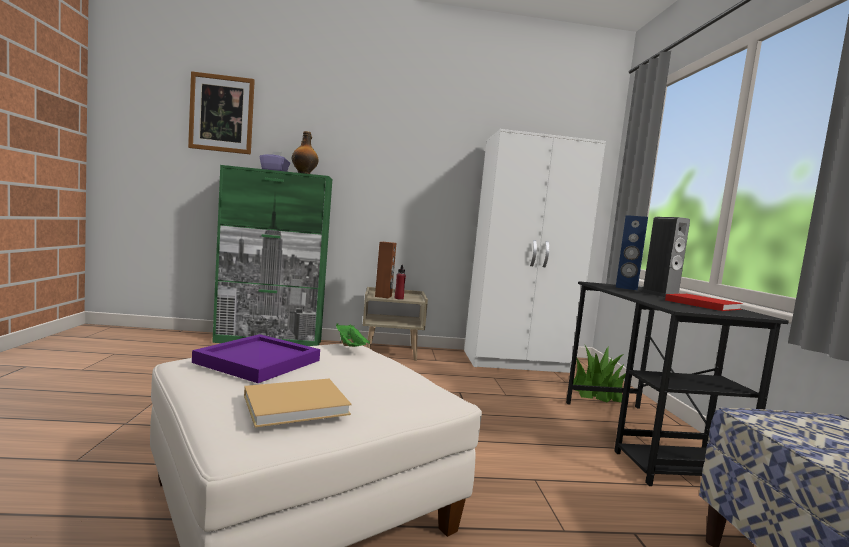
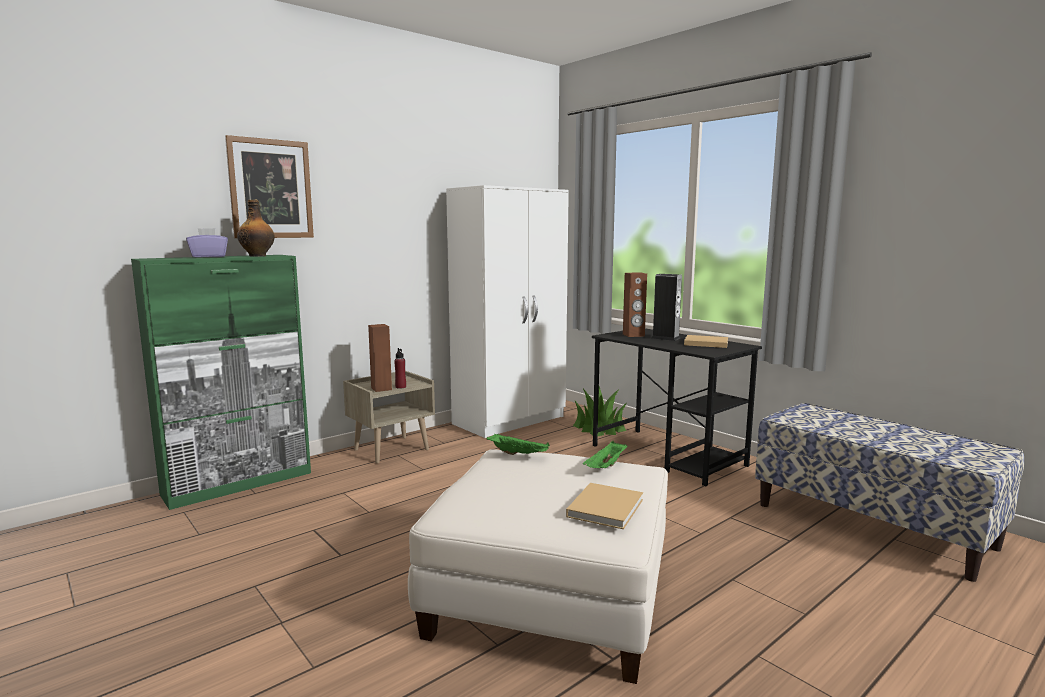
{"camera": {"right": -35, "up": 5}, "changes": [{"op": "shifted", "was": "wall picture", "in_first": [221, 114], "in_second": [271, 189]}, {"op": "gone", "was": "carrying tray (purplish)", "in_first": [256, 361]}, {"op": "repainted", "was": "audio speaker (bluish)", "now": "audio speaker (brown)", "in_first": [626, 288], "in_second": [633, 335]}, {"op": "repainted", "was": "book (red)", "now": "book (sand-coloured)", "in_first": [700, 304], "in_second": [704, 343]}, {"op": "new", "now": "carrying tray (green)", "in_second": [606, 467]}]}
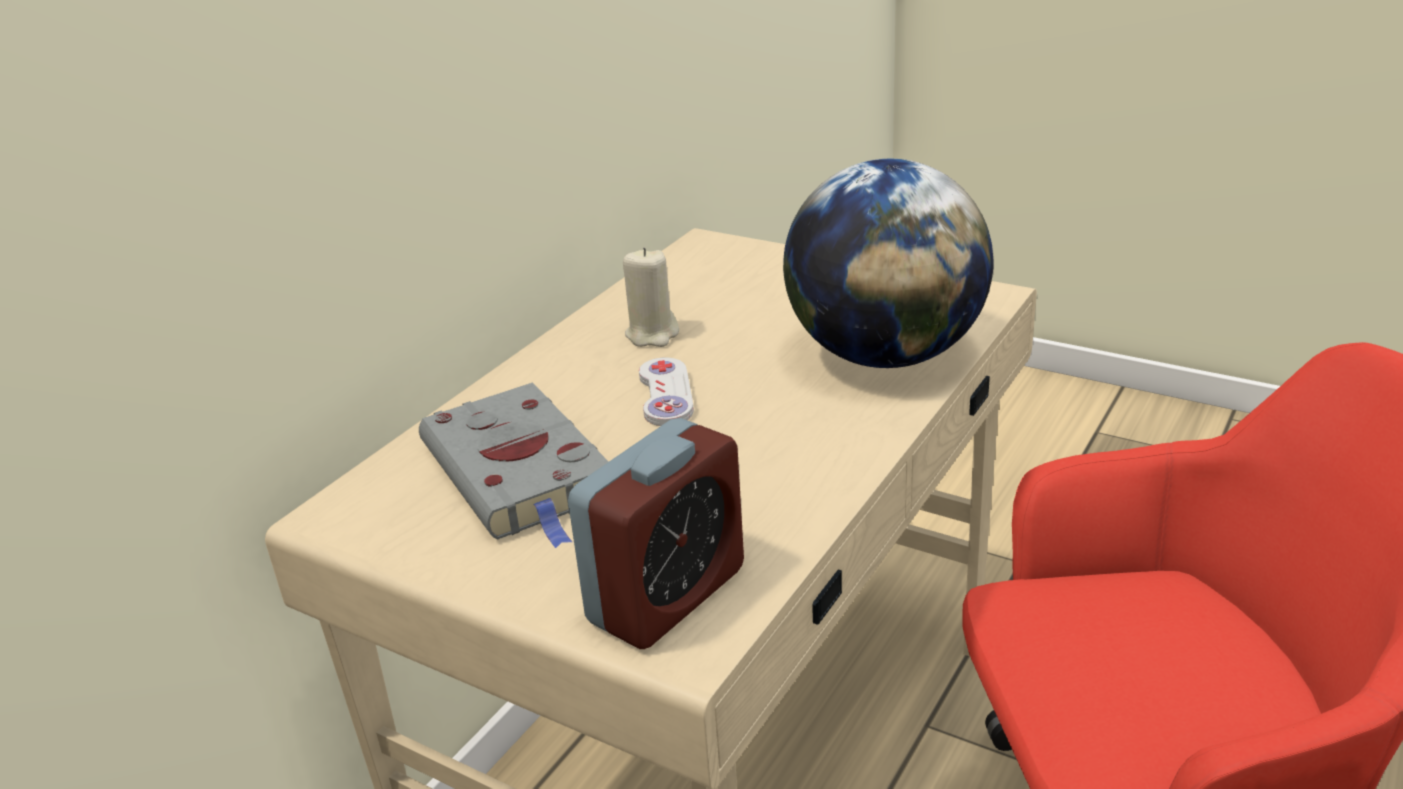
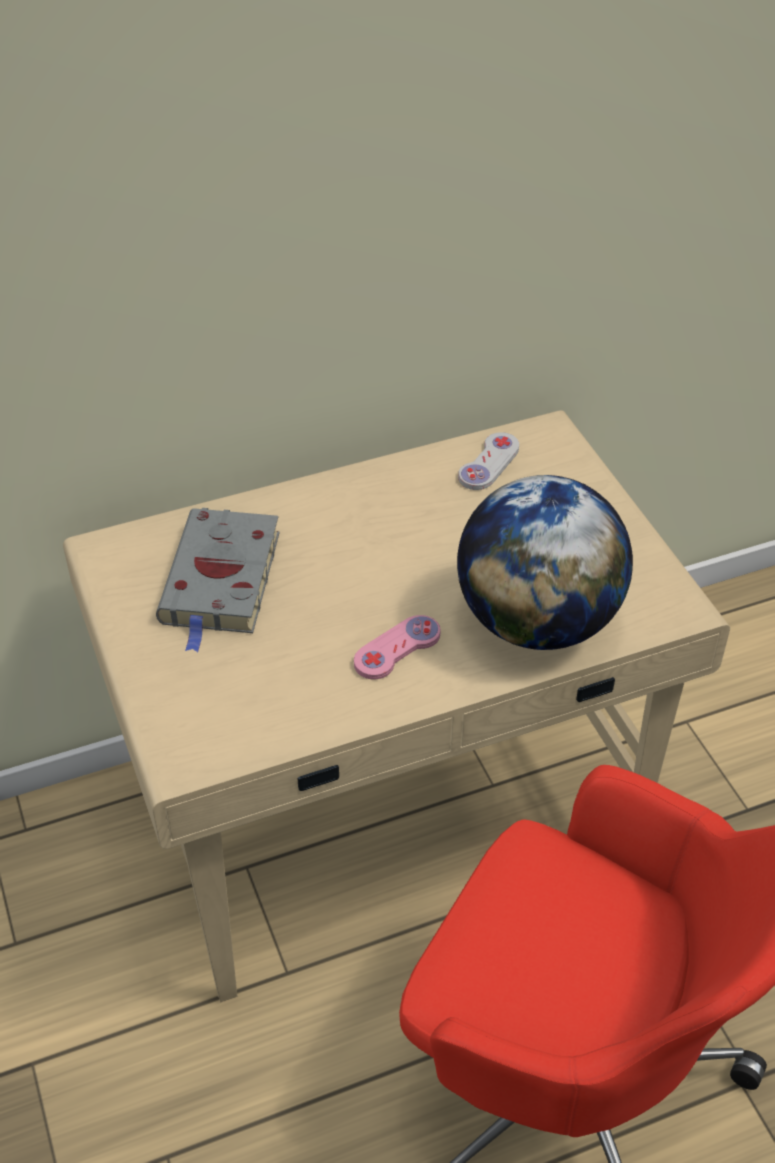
{"camera": {"right": 35, "up": 15}, "changes": [{"op": "gone", "was": "bedside clock", "in_first": [667, 595]}, {"op": "gone", "was": "candle (sand-coloured)", "in_first": [652, 334]}, {"op": "shifted", "was": "gamepad (whitish)", "in_first": [666, 394], "in_second": [489, 463]}, {"op": "new", "now": "gamepad (pink-coloured)", "in_second": [397, 649]}]}
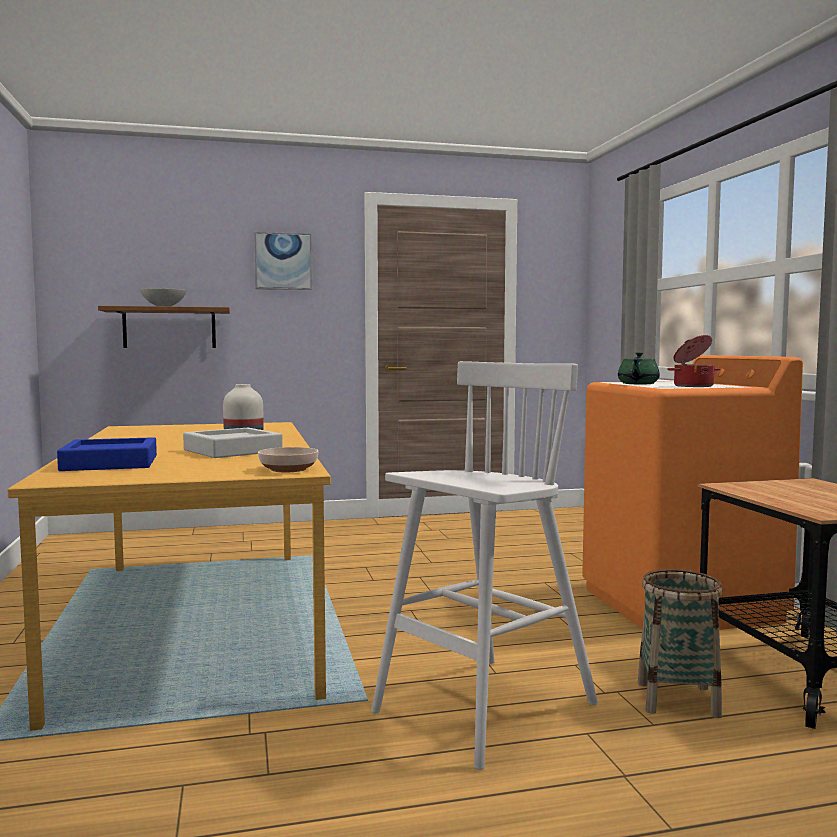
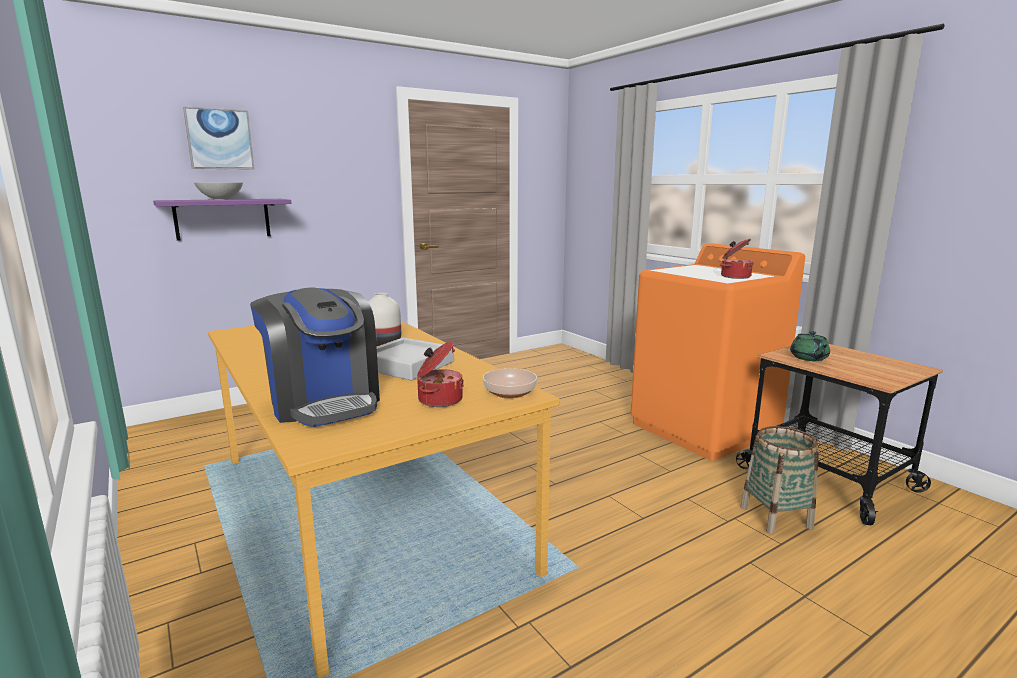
{"camera": {"right": -20, "up": 10}, "changes": [{"op": "swapped", "was": "carrying tray (bluish)", "now": "coffee machine", "in_first": [110, 463], "in_second": [324, 402]}, {"op": "repainted", "was": "wall shelf (brown)", "now": "wall shelf (purplish)", "in_first": [169, 328], "in_second": [222, 218]}, {"op": "shifted", "was": "wall picture", "in_first": [283, 261], "in_second": [219, 139]}, {"op": "gone", "was": "sitting stool (whitish)", "in_first": [482, 709]}, {"op": "shifted", "was": "teapot (green)", "in_first": [637, 384], "in_second": [809, 358]}, {"op": "new", "now": "saucepot", "in_second": [439, 399]}]}
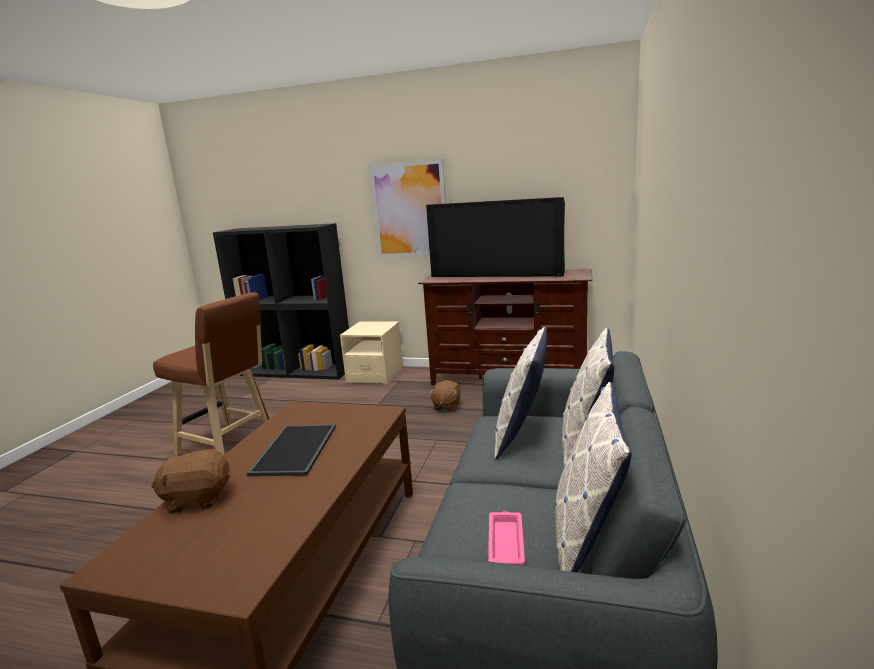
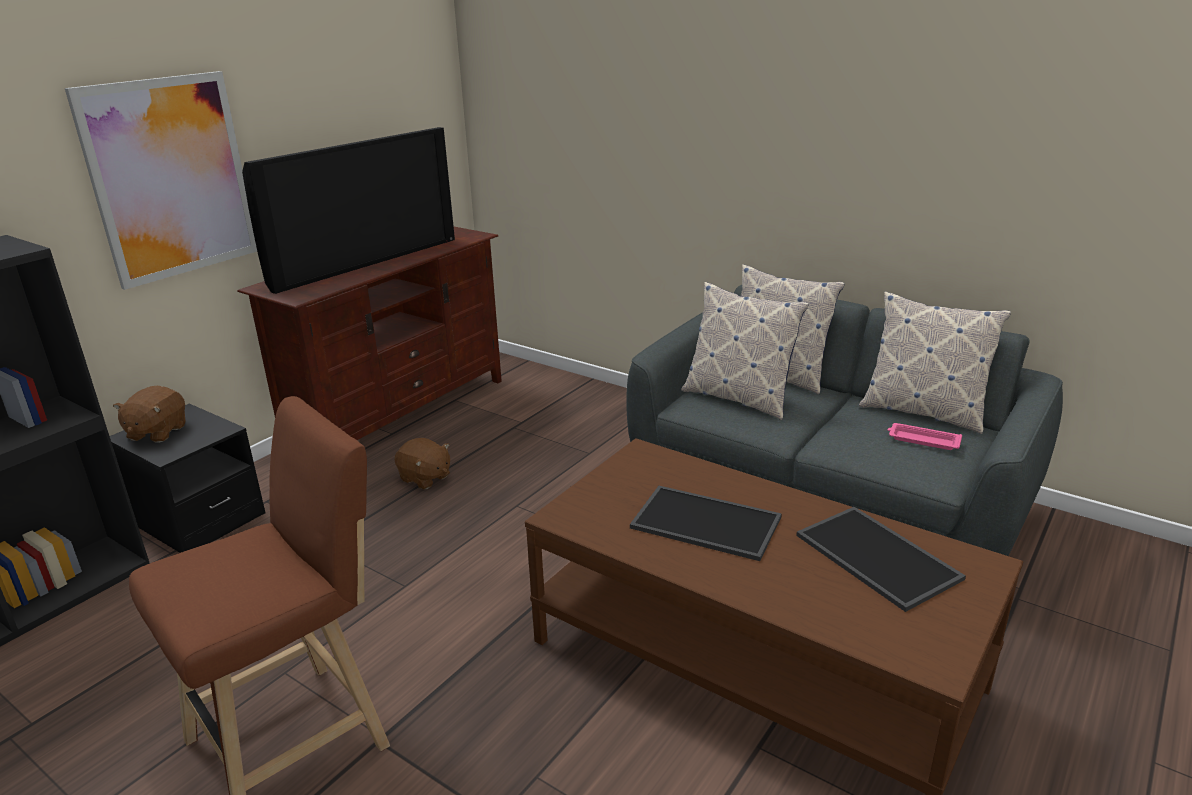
{"camera": {"right": -70, "up": 10}, "changes": [{"op": "shifted", "was": "cuddly toy (brown)", "in_first": [197, 498], "in_second": [157, 432]}, {"op": "repainted", "was": "nightstand (sand-coloured)", "now": "nightstand (black-coloured)", "in_first": [375, 375], "in_second": [199, 520]}, {"op": "new", "now": "carrying tray", "in_second": [880, 556]}]}
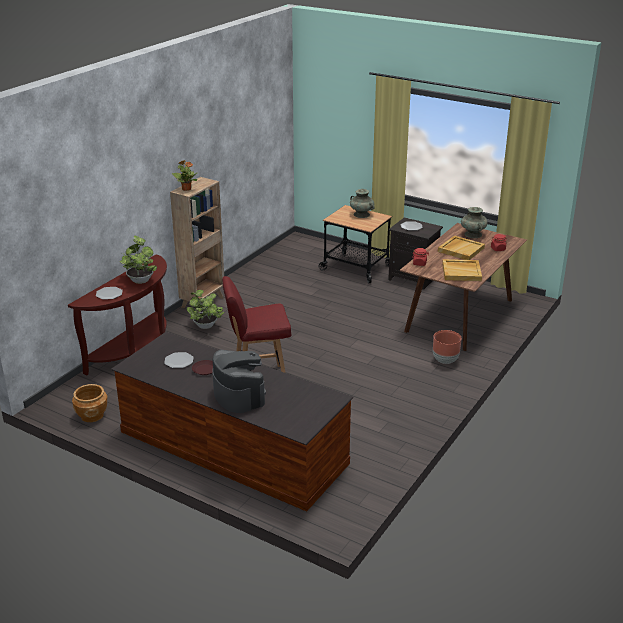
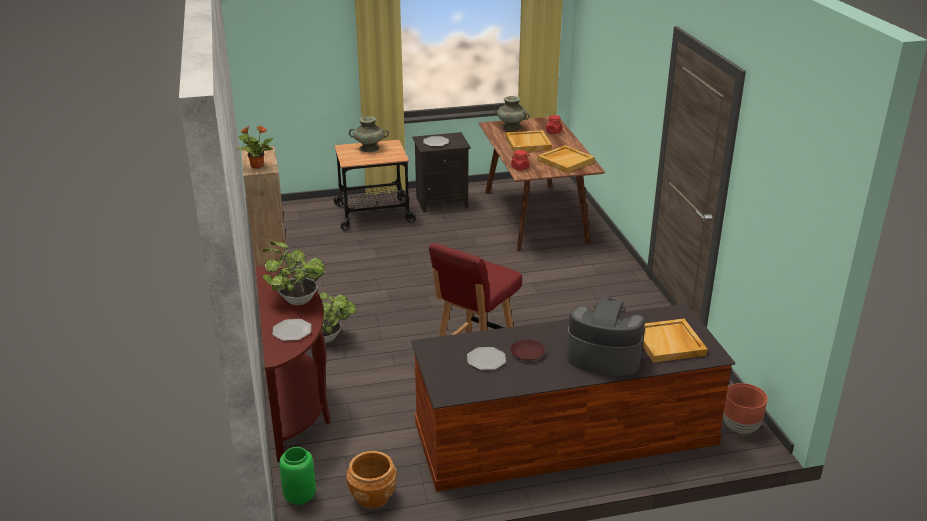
{"camera": {"right": -45, "up": 0}, "changes": [{"op": "shifted", "was": "flower pot (brown)", "in_first": [445, 360], "in_second": [740, 428]}, {"op": "new", "now": "vase (green)", "in_second": [299, 496]}, {"op": "new", "now": "carrying tray (sand-coloured)", "in_second": [669, 343]}]}
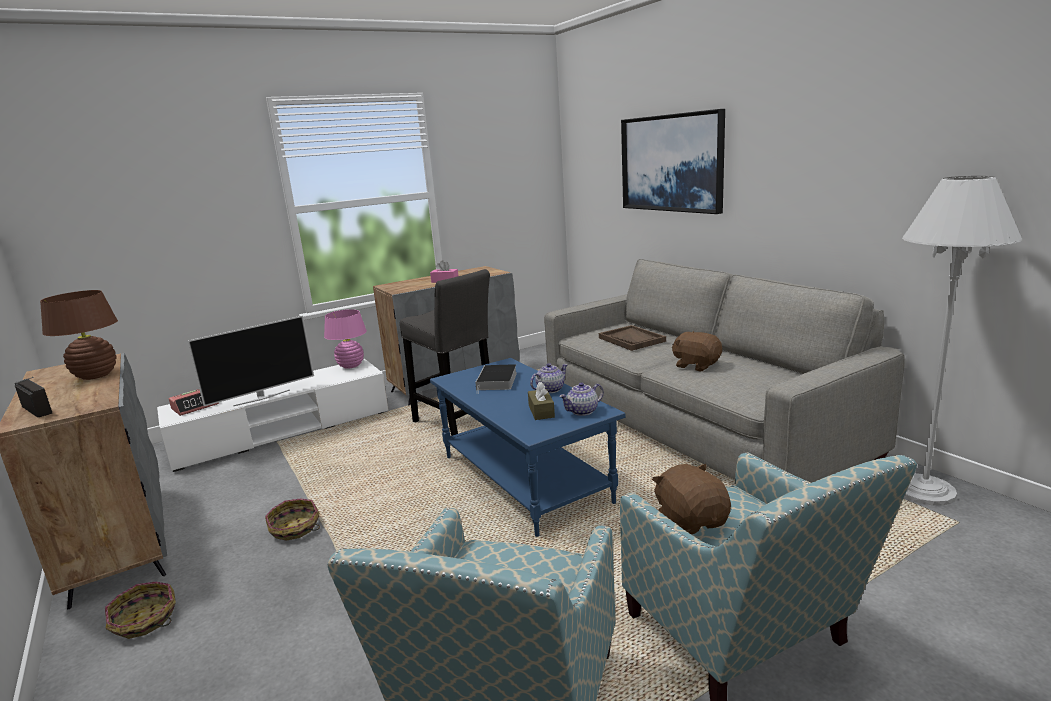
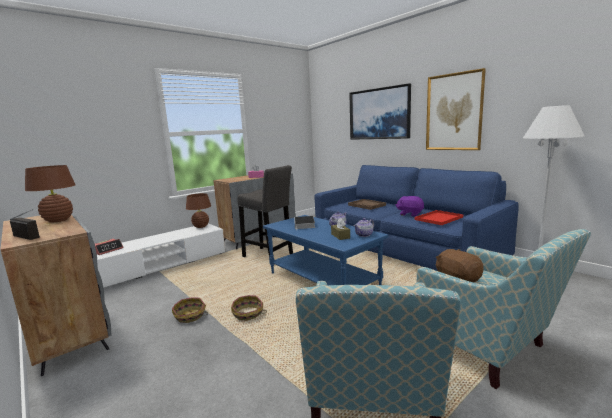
{"camera": {"right": -10, "up": -5}, "changes": [{"op": "shifted", "was": "household basket", "in_first": [145, 621], "in_second": [248, 314]}, {"op": "gone", "was": "TV set", "in_first": [262, 398]}, {"op": "repainted", "was": "lamp for a table (pink-coloured)", "now": "lamp for a table (brown)", "in_first": [351, 366], "in_second": [201, 226]}, {"op": "repainted", "was": "sofa (greyish)", "now": "sofa (bluish)", "in_first": [694, 420], "in_second": [403, 248]}, {"op": "repainted", "was": "cuddly toy (brown)", "now": "cuddly toy (purplish)", "in_first": [696, 365], "in_second": [410, 214]}, {"op": "new", "now": "carrying tray (red)", "in_second": [438, 218]}, {"op": "new", "now": "wall picture", "in_second": [454, 112]}]}
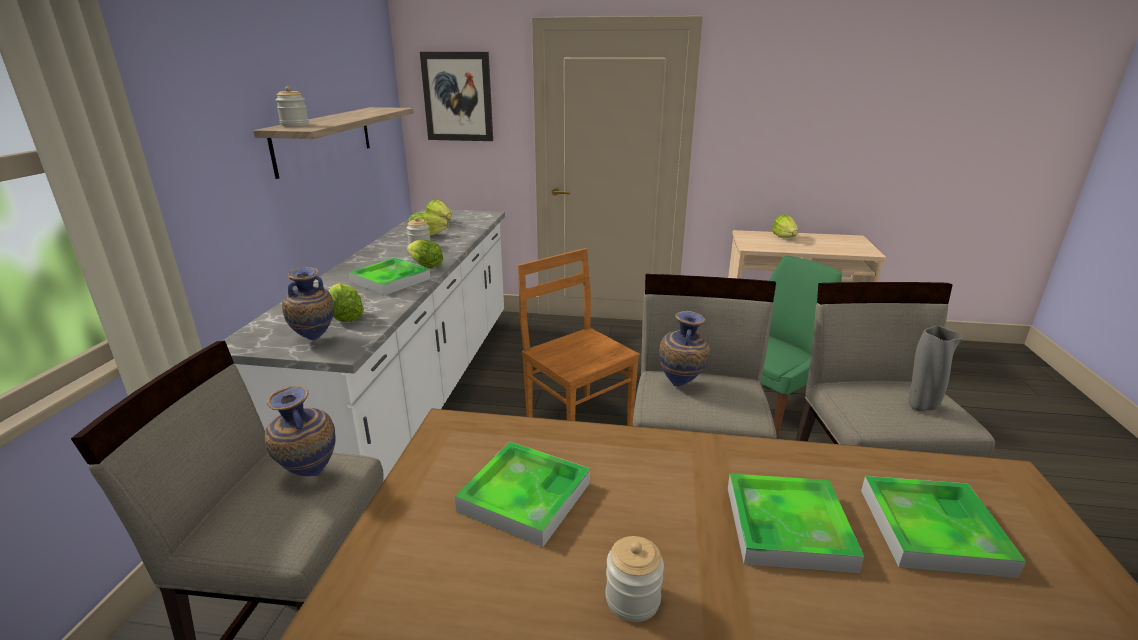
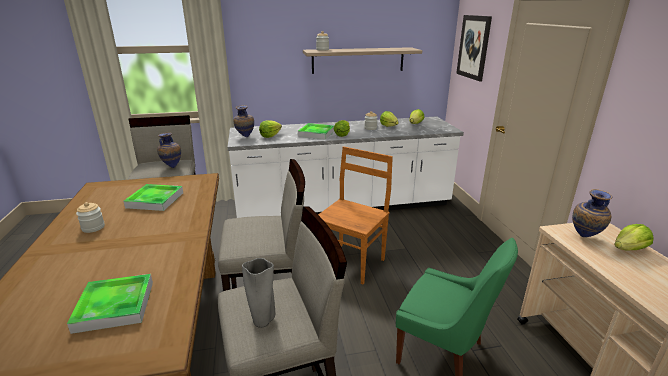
{"camera": {"right": 70, "up": 0}, "changes": [{"op": "shifted", "was": "vase", "in_first": [681, 386], "in_second": [584, 238]}, {"op": "gone", "was": "carrying tray", "in_first": [787, 527]}]}
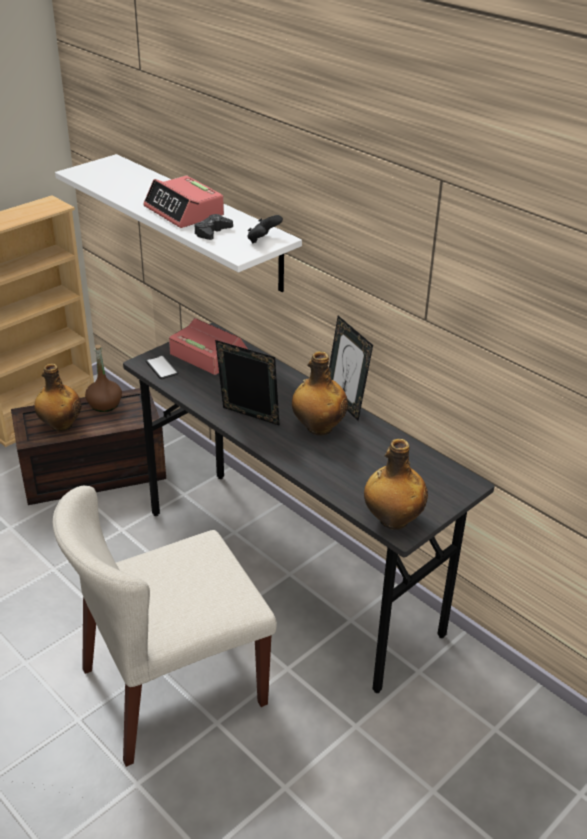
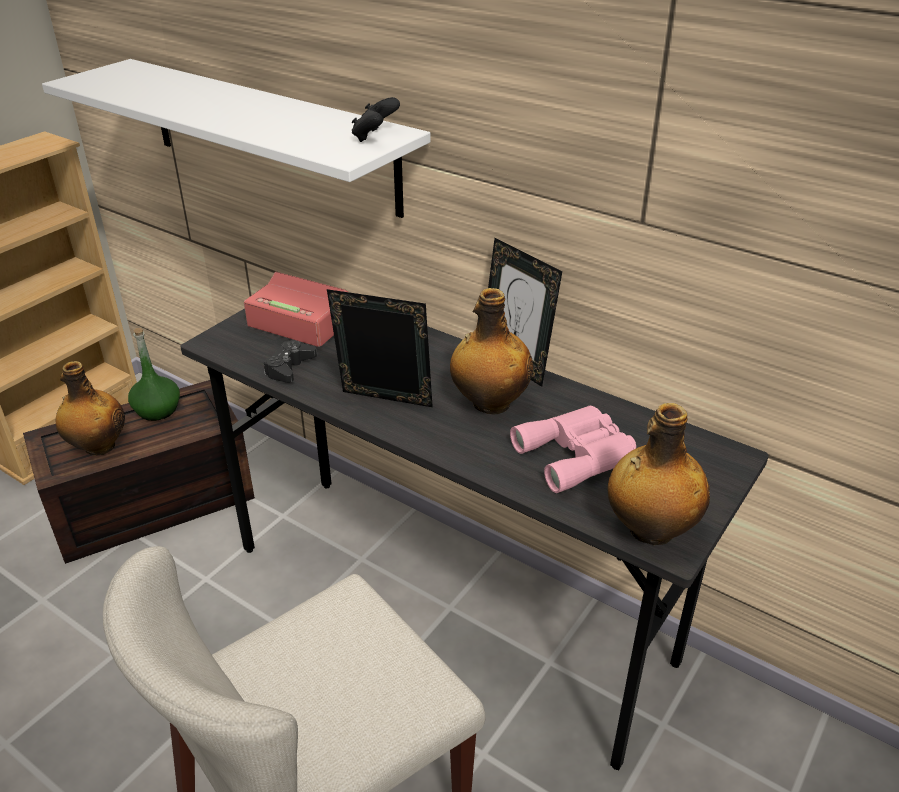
{"camera": {"right": -10, "up": 0}, "changes": [{"op": "repainted", "was": "drink bottle (brown)", "now": "drink bottle (green)", "in_first": [105, 404], "in_second": [158, 410]}, {"op": "gone", "was": "bedside clock", "in_first": [184, 211]}, {"op": "gone", "was": "phone", "in_first": [162, 367]}, {"op": "shifted", "was": "gamepad (black-coloured)", "in_first": [212, 232], "in_second": [289, 367]}, {"op": "new", "now": "binoculars (pink-coloured)", "in_second": [578, 454]}]}
